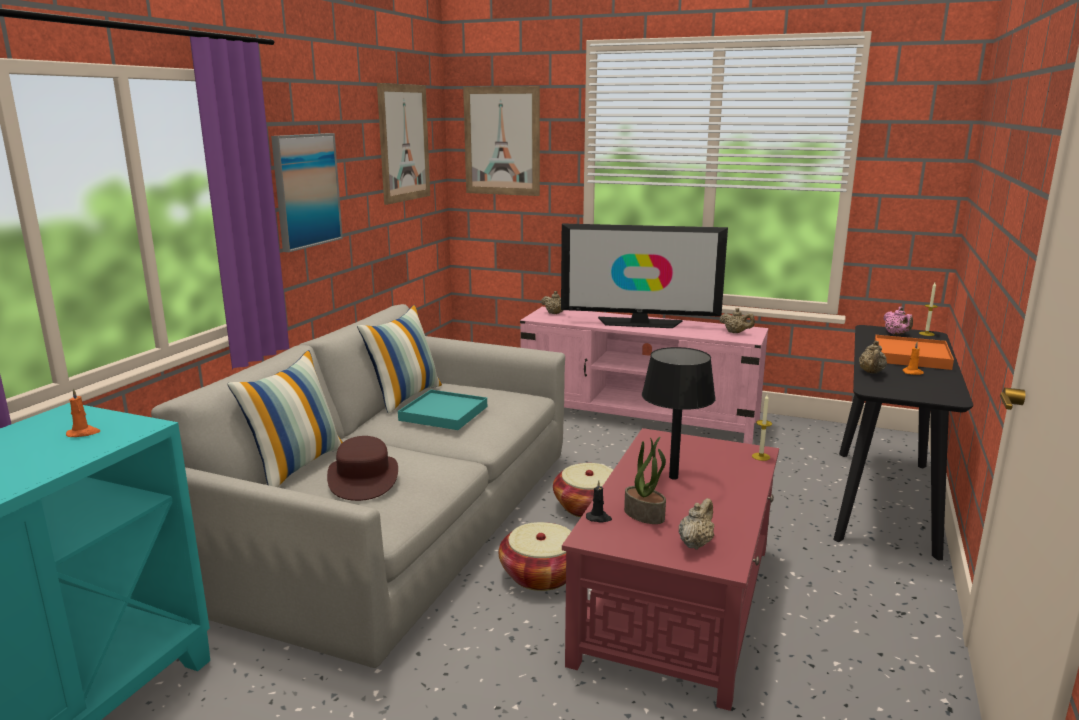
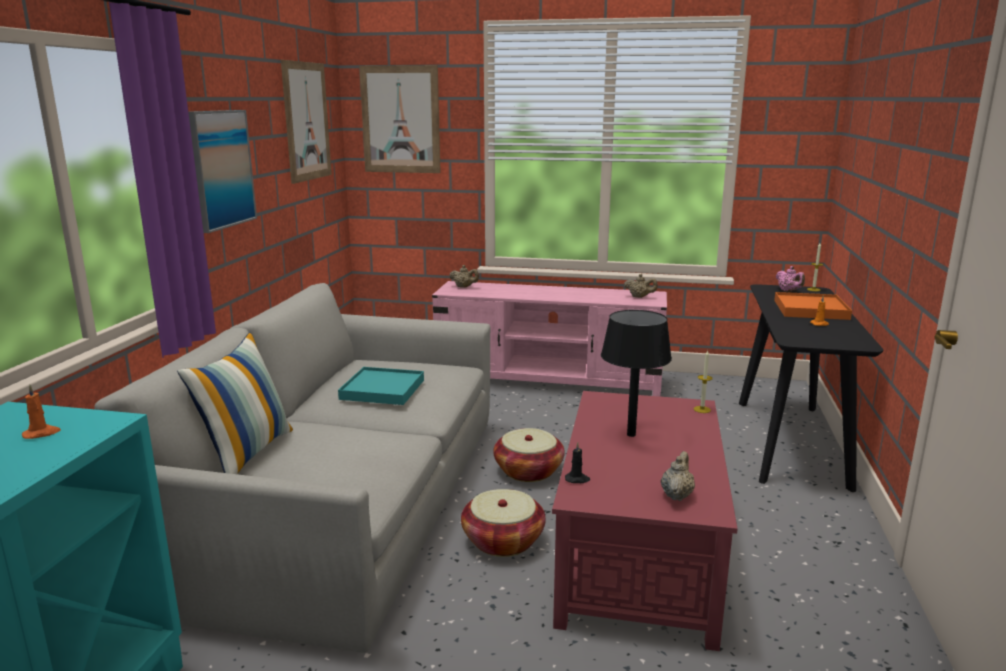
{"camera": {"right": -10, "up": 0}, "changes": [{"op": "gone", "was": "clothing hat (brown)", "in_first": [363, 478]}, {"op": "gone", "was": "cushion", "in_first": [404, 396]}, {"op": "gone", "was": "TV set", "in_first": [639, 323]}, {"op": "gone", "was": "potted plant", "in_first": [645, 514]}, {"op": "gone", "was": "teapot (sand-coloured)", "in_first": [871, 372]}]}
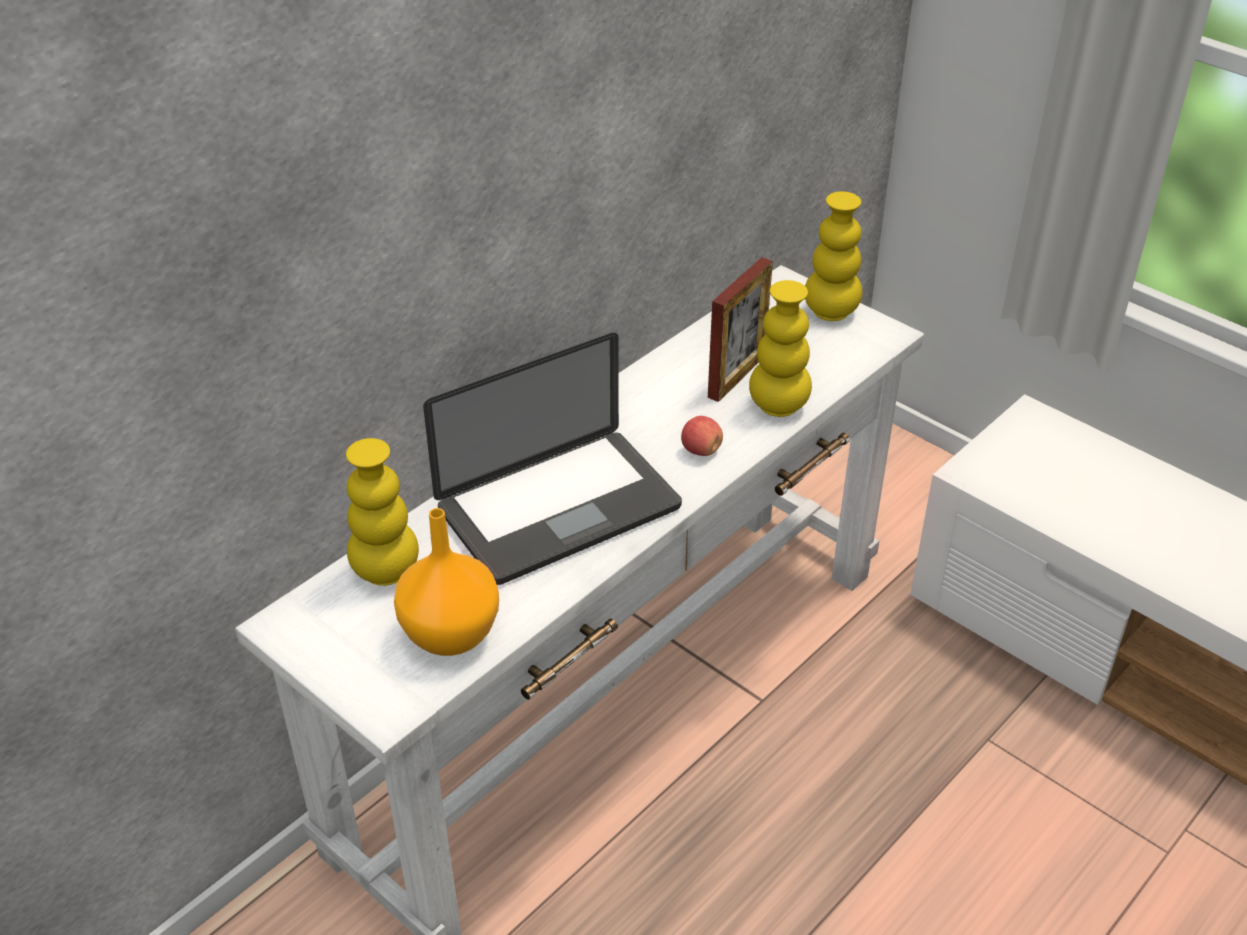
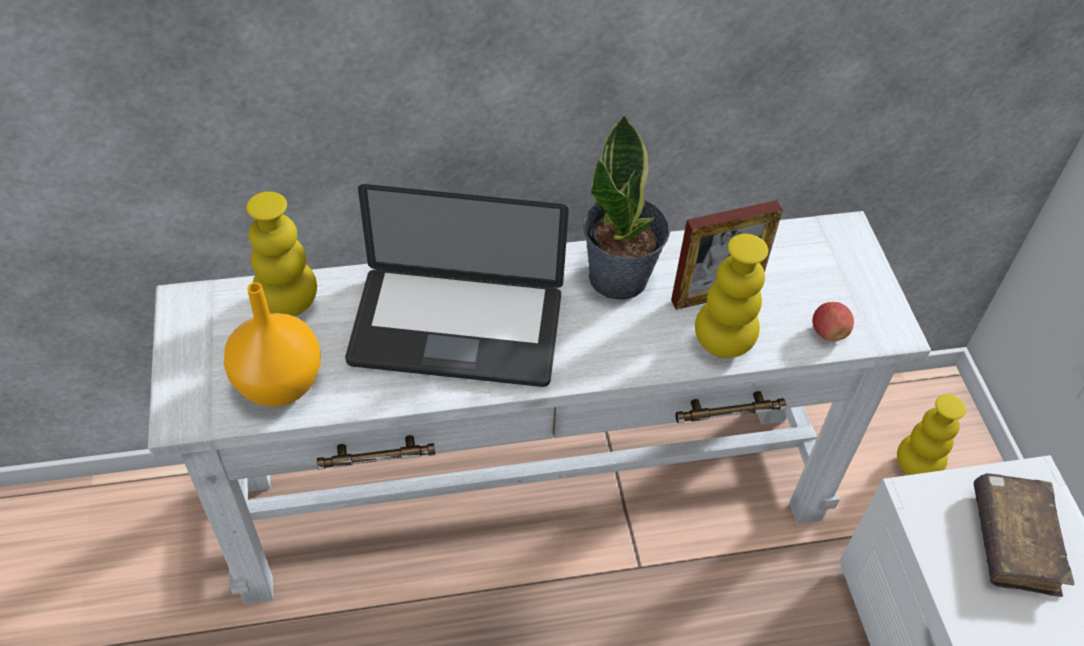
{"camera": {"right": 35, "up": 10}, "changes": [{"op": "shifted", "was": "apple", "in_first": [701, 450], "in_second": [828, 332]}, {"op": "shifted", "was": "vase (yellow-coloured)", "in_first": [830, 312], "in_second": [915, 467]}, {"op": "new", "now": "potted plant", "in_second": [619, 277]}, {"op": "new", "now": "book (brown)", "in_second": [1013, 541]}]}
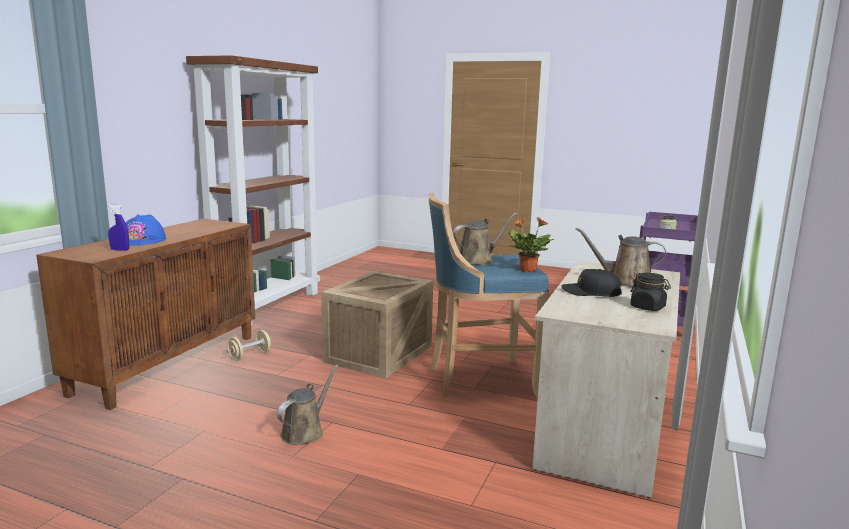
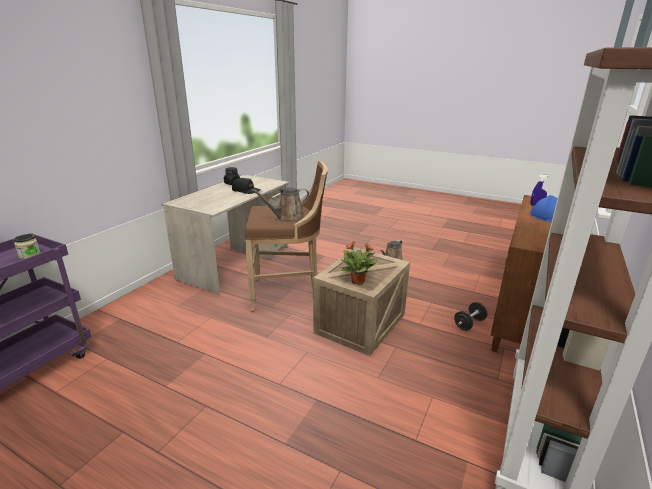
{"camera": {"right": -175, "up": 10}, "changes": [{"op": "repainted", "was": "hand weight (sand-coloured)", "now": "hand weight (black-coloured)", "in_first": [250, 355], "in_second": [469, 324]}, {"op": "repainted", "was": "sitting stool (bluish)", "now": "sitting stool (brown)", "in_first": [478, 380], "in_second": [288, 293]}, {"op": "shifted", "was": "potted plant", "in_first": [527, 270], "in_second": [358, 282]}, {"op": "gone", "was": "watering can (brown)", "in_first": [624, 282]}]}
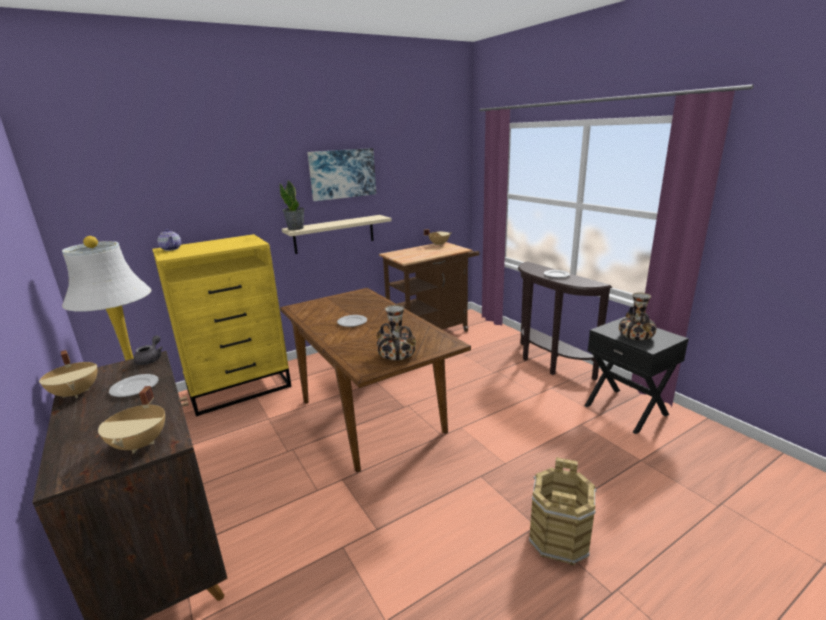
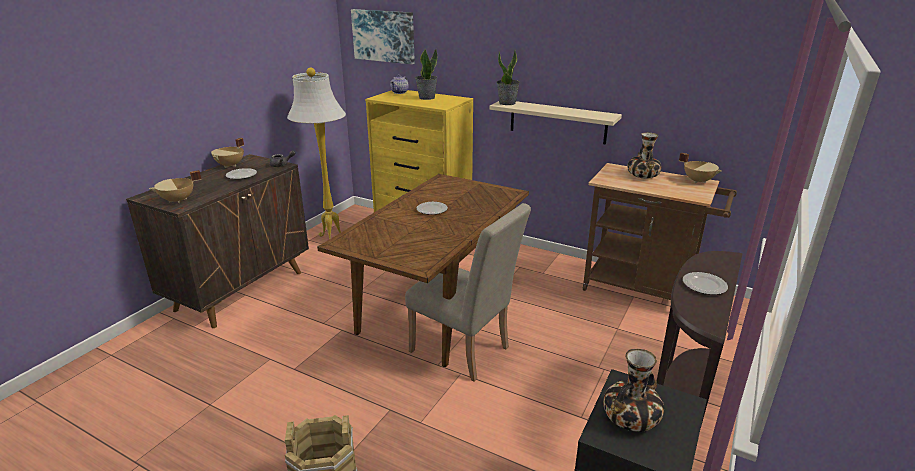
{"camera": {"right": 60, "up": 5}, "changes": [{"op": "shifted", "was": "wall picture", "in_first": [342, 174], "in_second": [384, 36]}, {"op": "shifted", "was": "vase", "in_first": [396, 355], "in_second": [642, 175]}, {"op": "new", "now": "upright chair (sand-coloured)", "in_second": [465, 352]}, {"op": "new", "now": "potted plant", "in_second": [426, 98]}]}
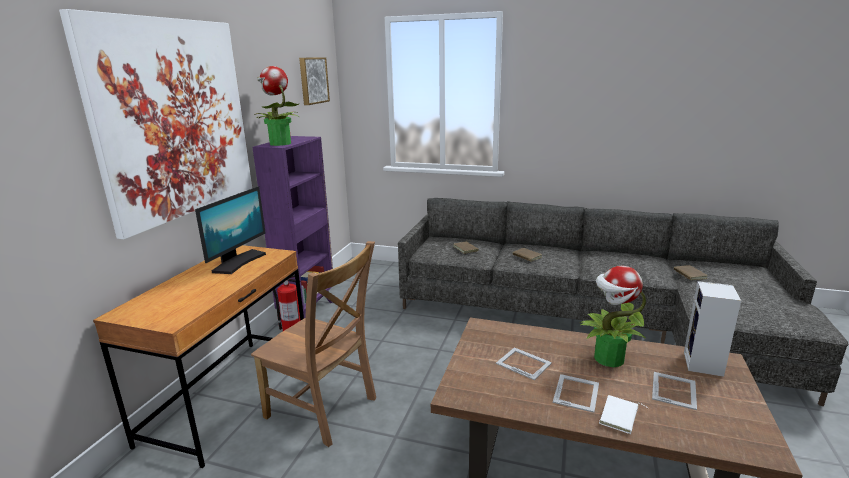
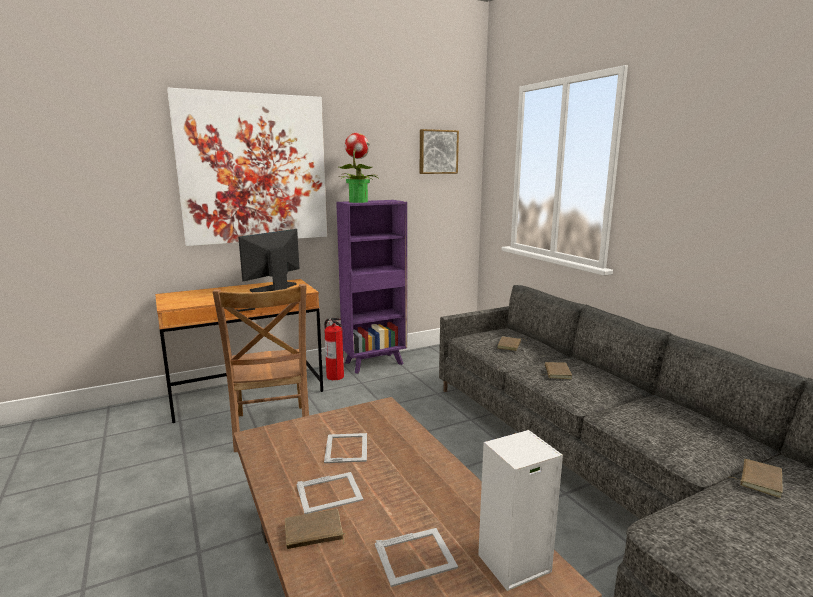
{"camera": {"right": 45, "up": -5}, "changes": [{"op": "rotated", "was": "computer screen", "in_first": [238, 262], "in_second": [274, 288], "clockwise": 150}, {"op": "gone", "was": "potted plant", "in_first": [608, 359]}, {"op": "repainted", "was": "book (whitish)", "now": "book (brown)", "in_first": [620, 417], "in_second": [313, 533]}]}
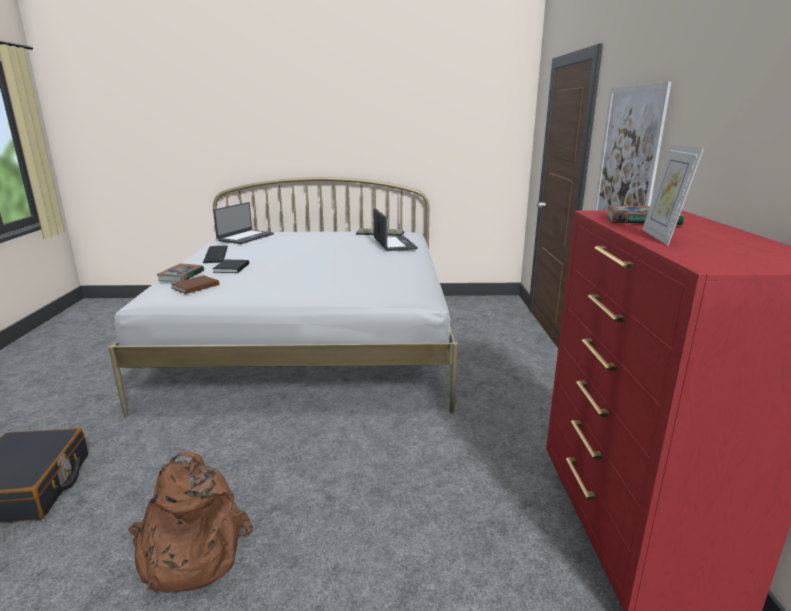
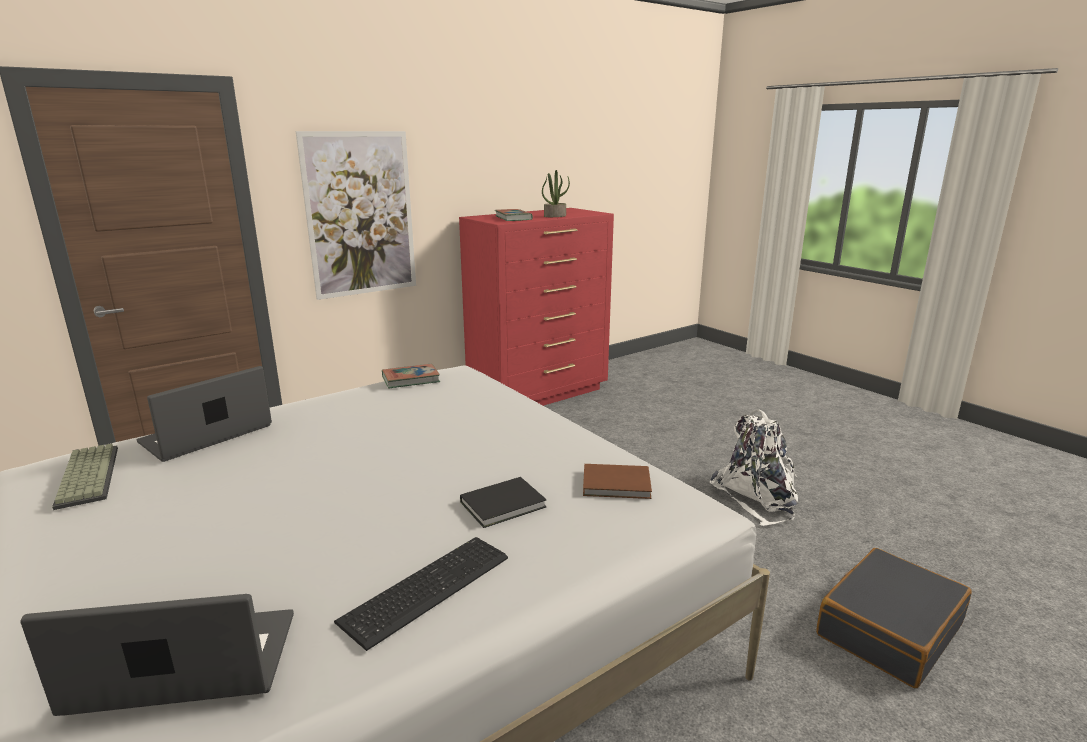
{"camera": {"right": -125, "up": 0}, "changes": [{"op": "repainted", "was": "rucksack (brown)", "now": "rucksack (whitish)", "in_first": [189, 553], "in_second": [758, 497]}, {"op": "shifted", "was": "book", "in_first": [181, 276], "in_second": [411, 379]}, {"op": "swapped", "was": "picture frame", "now": "potted plant", "in_first": [661, 237], "in_second": [555, 216]}]}
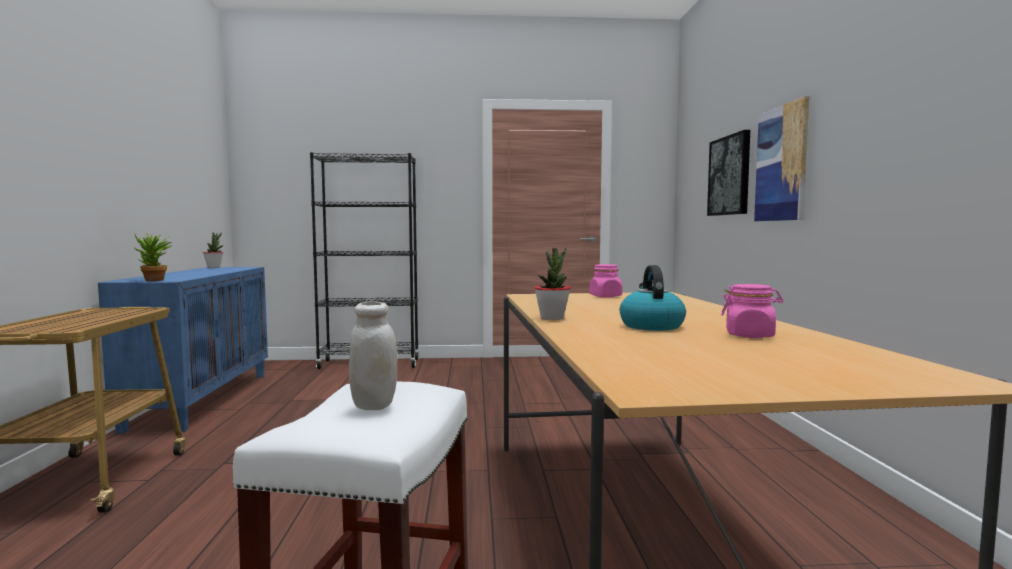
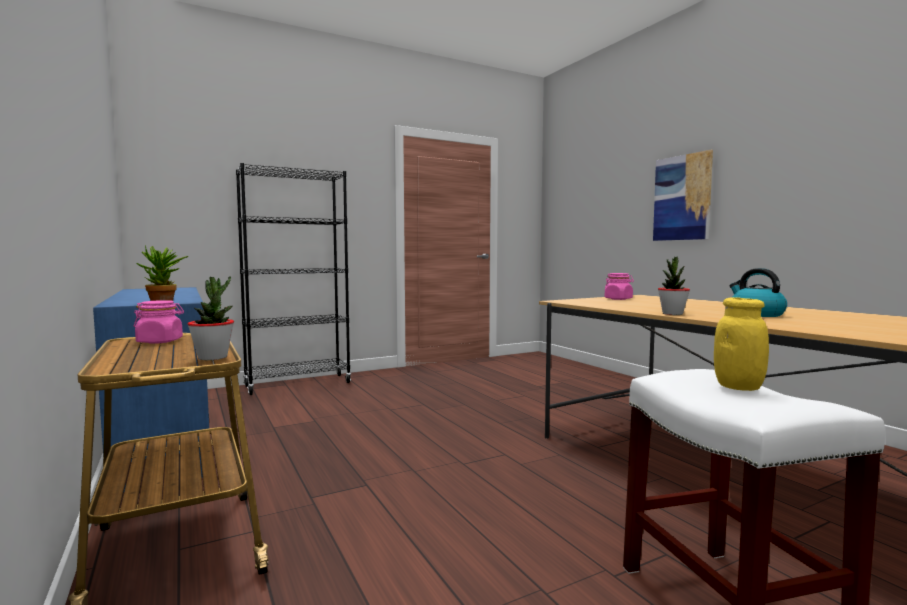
{"camera": {"right": -25, "up": 0}, "changes": [{"op": "shifted", "was": "potted plant", "in_first": [214, 267], "in_second": [213, 357]}, {"op": "repainted", "was": "preserve jar (whitish)", "now": "preserve jar (yellow-coloured)", "in_first": [374, 405], "in_second": [738, 387]}, {"op": "gone", "was": "wall picture", "in_first": [729, 175]}, {"op": "shifted", "was": "preserve jar (pink-coloured)", "in_first": [750, 335], "in_second": [160, 341]}]}
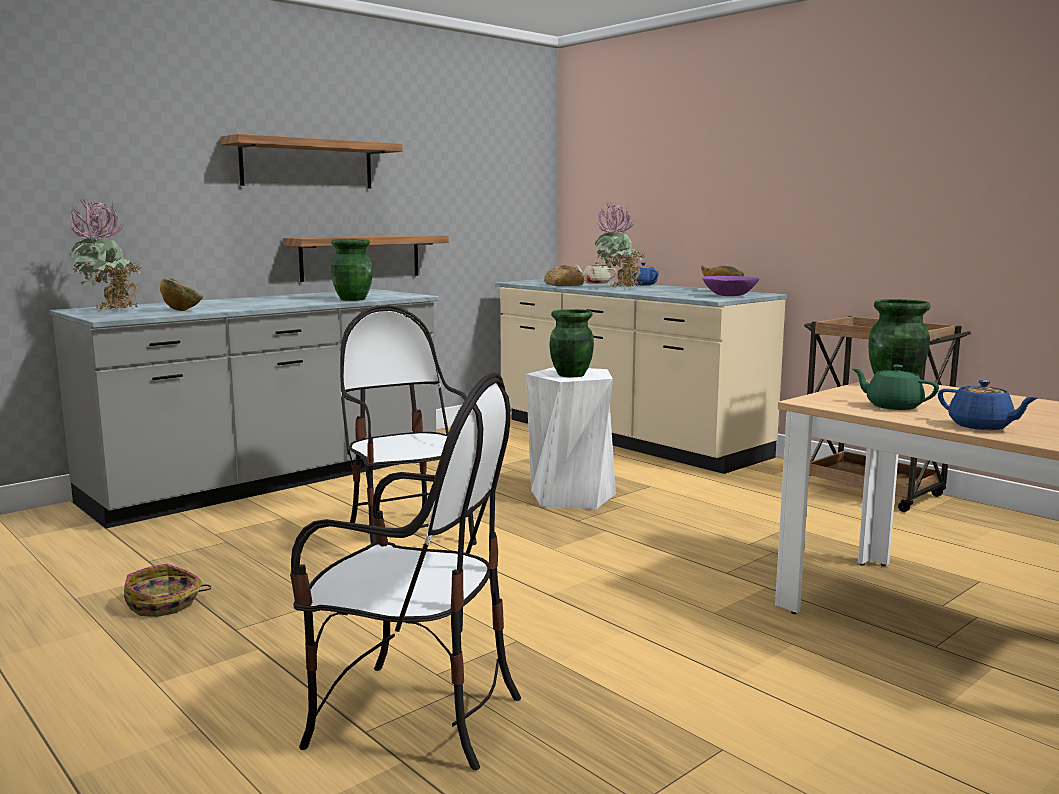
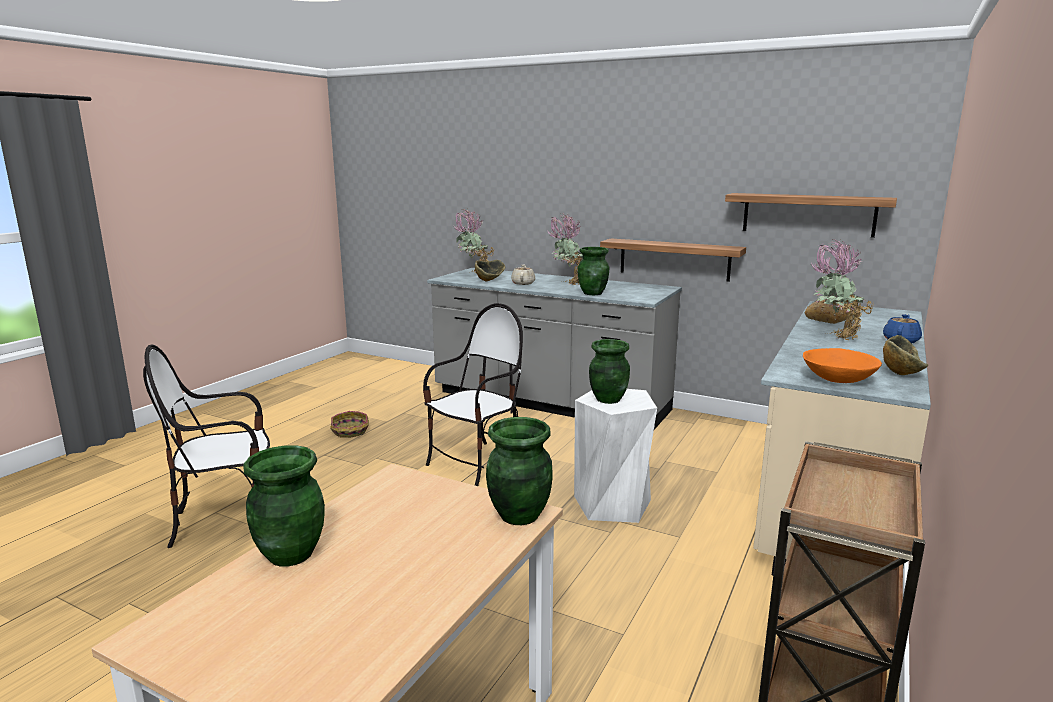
{"camera": {"right": 70, "up": 5}, "changes": [{"op": "shifted", "was": "wall shelf", "in_first": [307, 164], "in_second": [808, 214]}, {"op": "rotated", "was": "upright chair", "in_first": [413, 718], "in_second": [226, 521], "clockwise": 75}, {"op": "shifted", "was": "teapot (sand-coloured)", "in_first": [595, 283], "in_second": [523, 283]}, {"op": "repainted", "was": "serving bowl (purplish)", "now": "serving bowl (orangey)", "in_first": [730, 296], "in_second": [837, 380]}, {"op": "gone", "was": "teapot (green)", "in_first": [892, 406]}, {"op": "swapped", "was": "teapot (bluish)", "now": "vase (green)", "in_first": [981, 426], "in_second": [290, 554]}, {"op": "new", "now": "potted plant", "in_second": [568, 284]}]}
